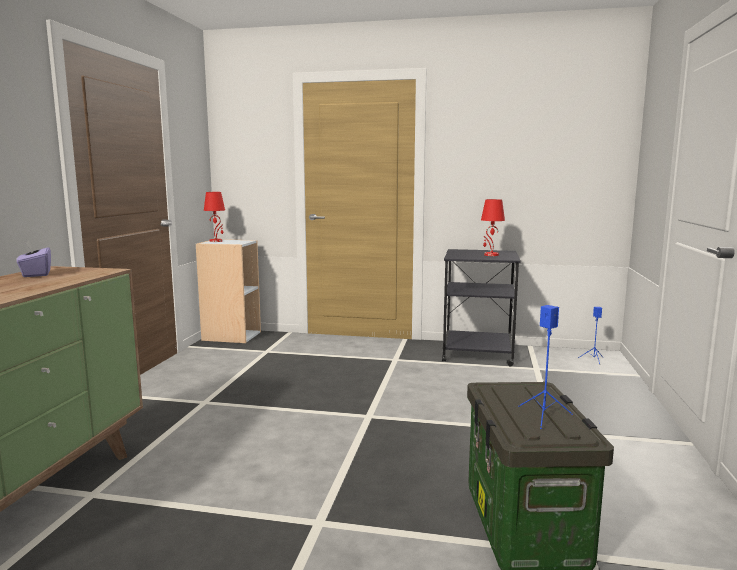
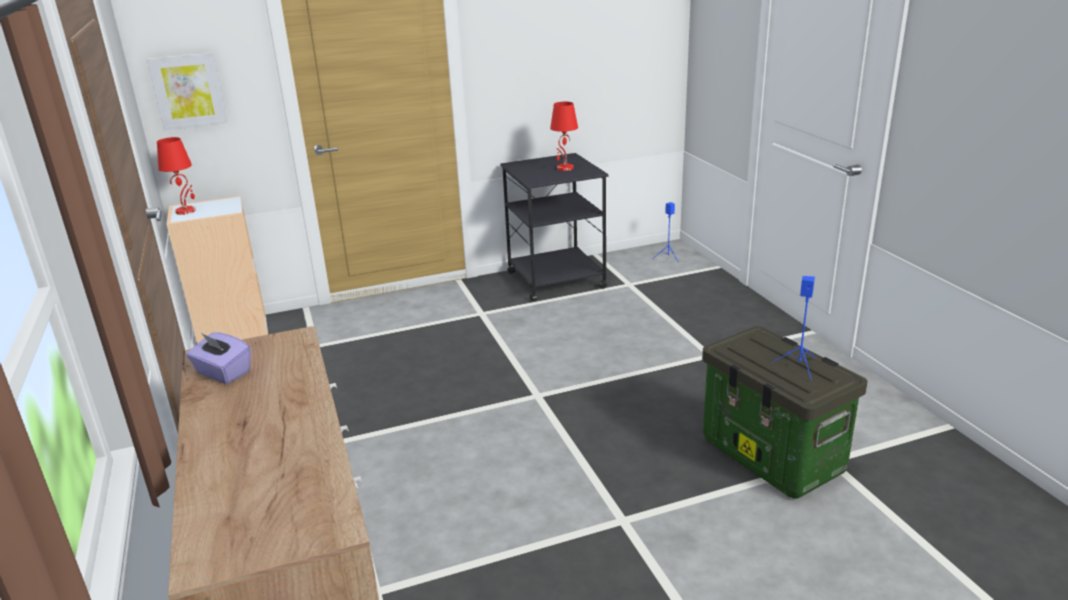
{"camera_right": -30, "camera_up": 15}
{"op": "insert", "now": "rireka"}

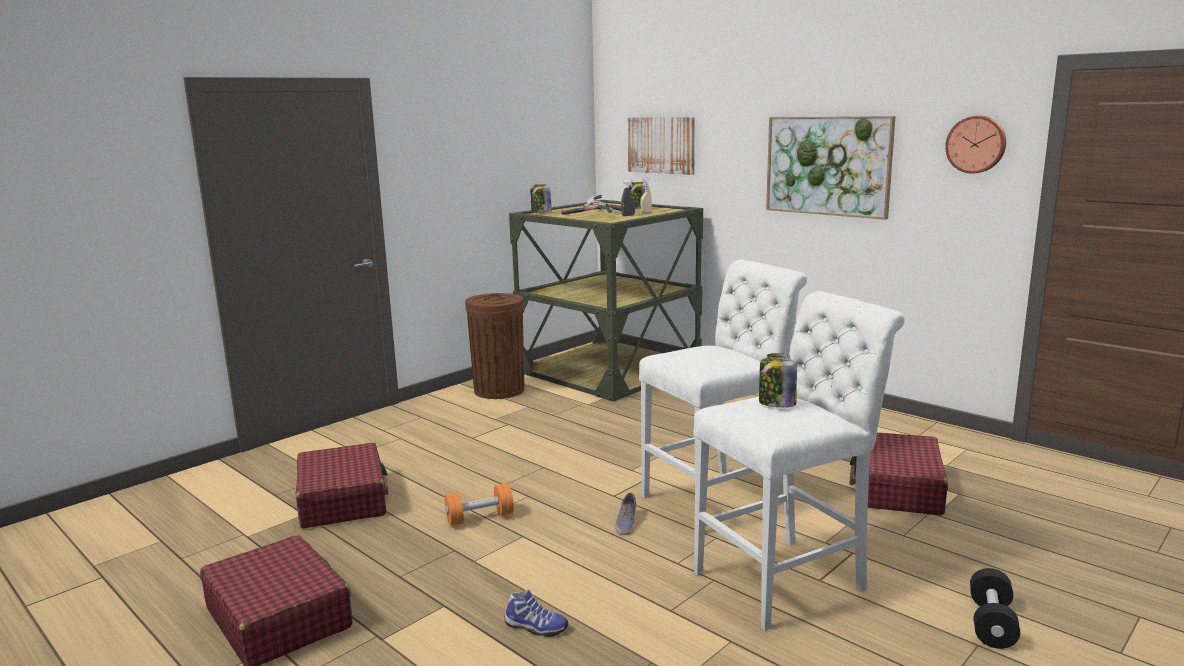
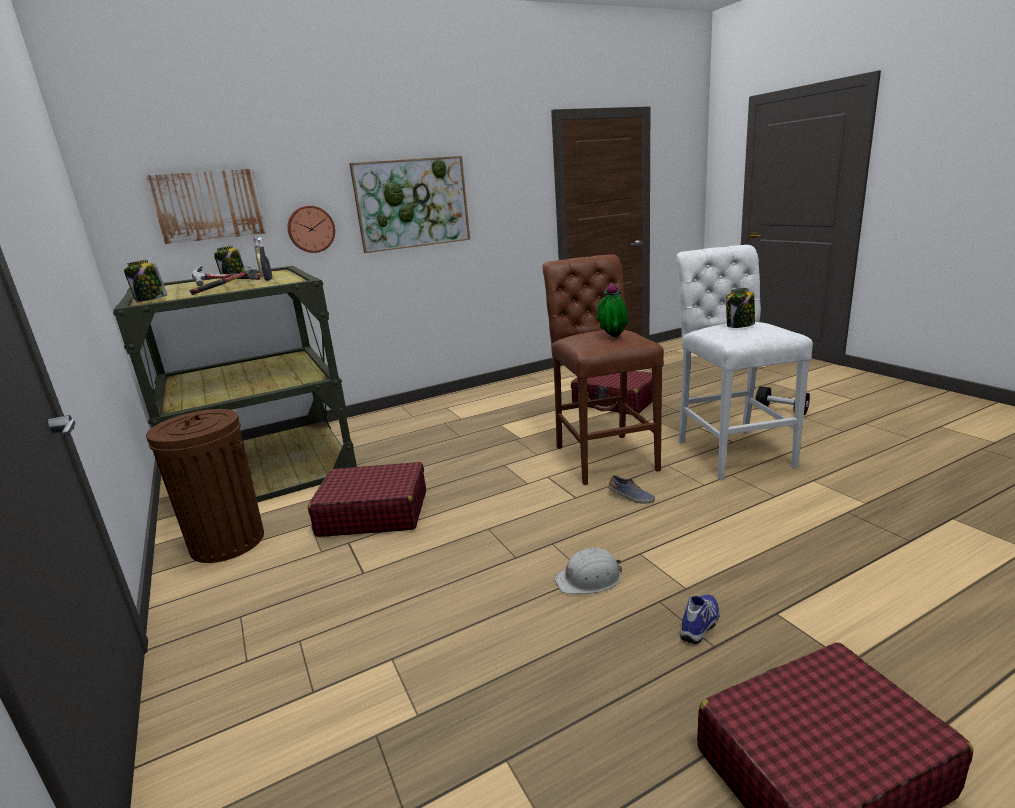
{"camera_right": -70, "camera_up": 5}
{"op": "move", "was": "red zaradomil (2nd from left in the first image)", "now": "red zaradomil (1st from left)"}
{"op": "replace", "was": "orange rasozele", "now": "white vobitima"}
{"op": "move", "was": "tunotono (1st from left in the first image)", "now": "tunotono (2nd from left)"}
{"op": "recolor", "was": "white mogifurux (1st from left)", "now": "brown mogifurux"}
{"op": "move", "was": "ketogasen"}
{"op": "insert", "now": "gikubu"}

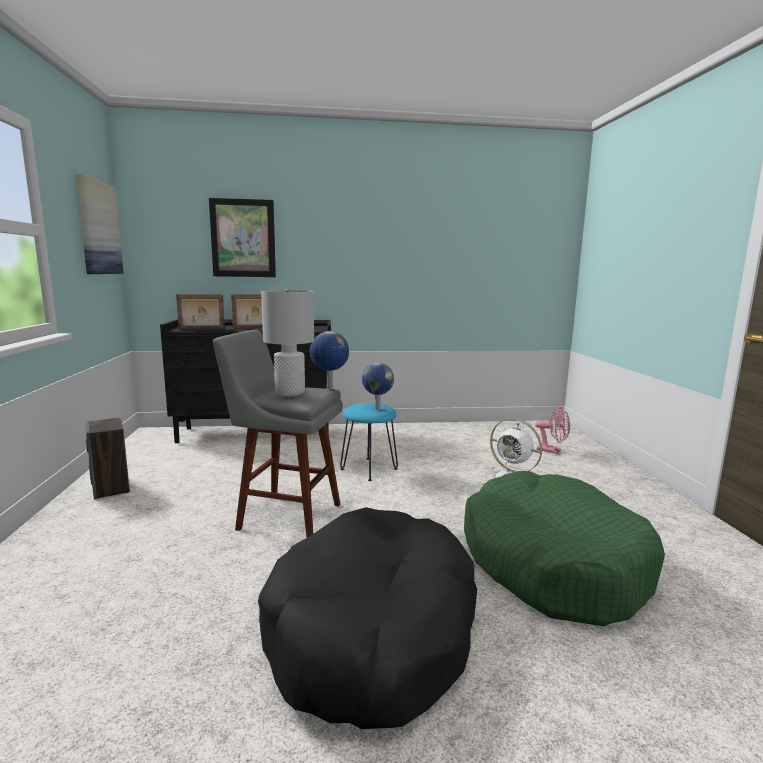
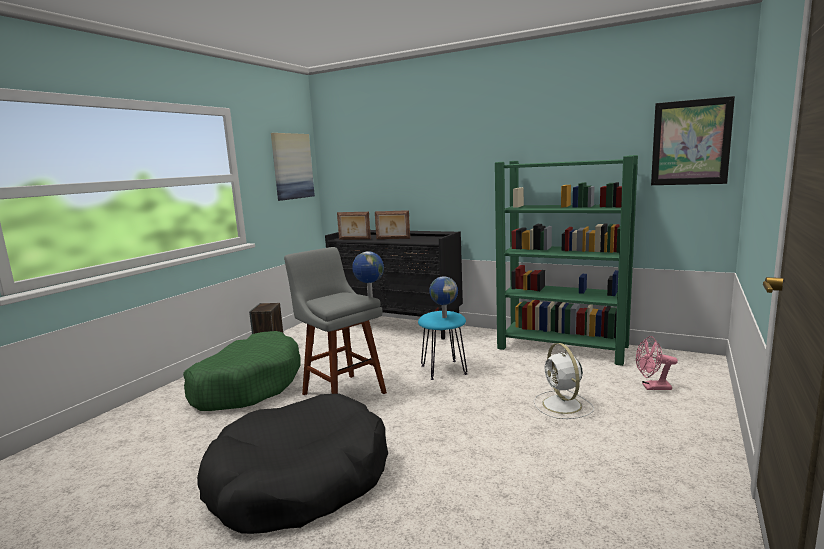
{"camera_right": 35, "camera_up": 0}
{"op": "move", "was": "rireka (2nd from left)"}
{"op": "delete", "was": "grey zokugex"}
{"op": "move", "was": "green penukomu"}
{"op": "rotate", "was": "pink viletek", "clockwise": 120}
{"op": "insert", "now": "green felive"}

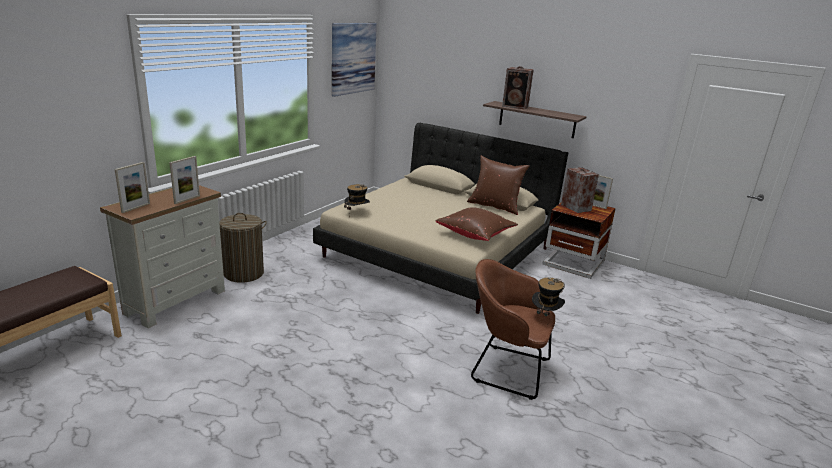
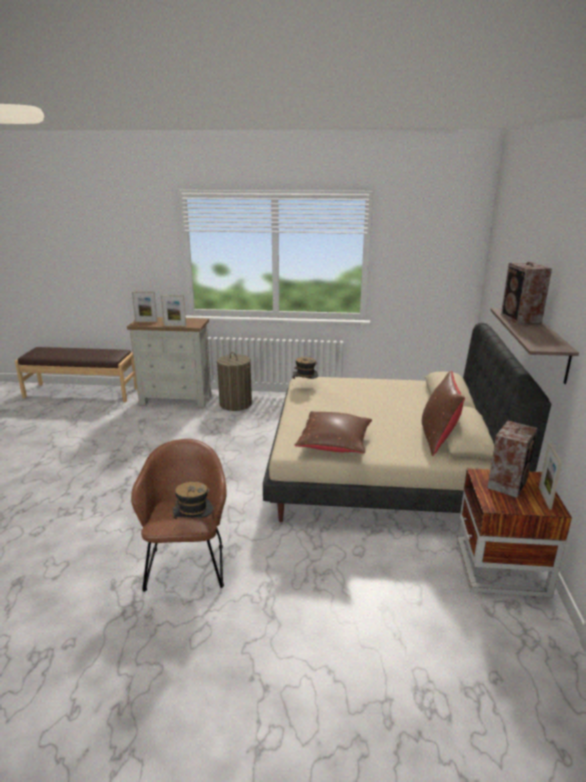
{"camera_right": 65, "camera_up": 0}
{"op": "delete", "was": "rireka"}

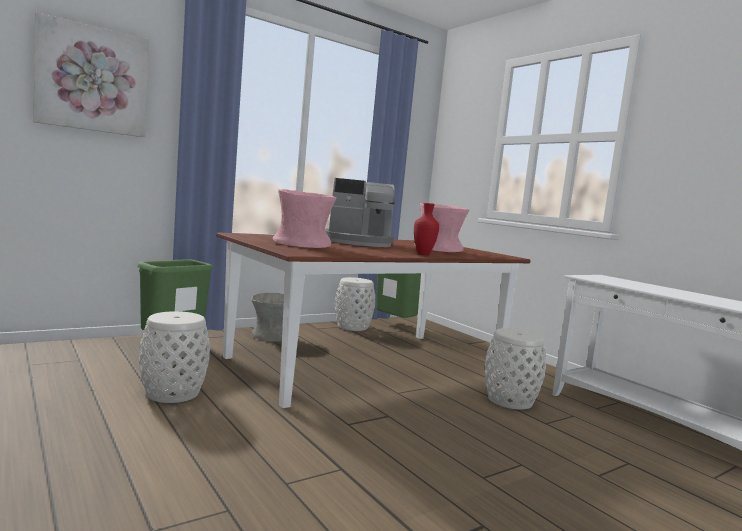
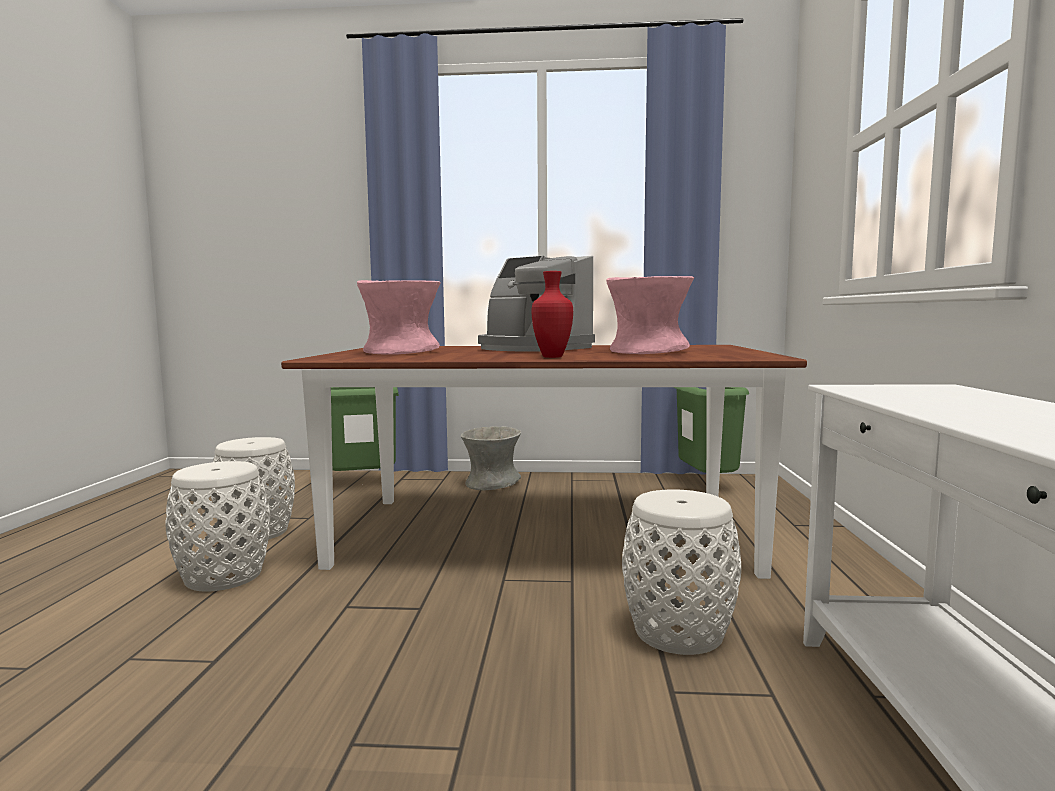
{"camera_right": 40, "camera_up": 0}
{"op": "delete", "was": "rireka"}
{"op": "move", "was": "white mogifurux (2nd from left in the first image)", "now": "white mogifurux (1st from left)"}

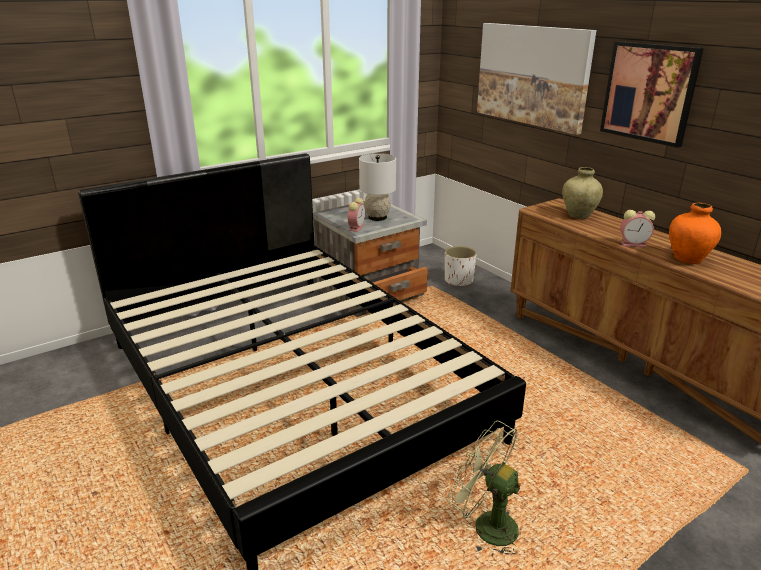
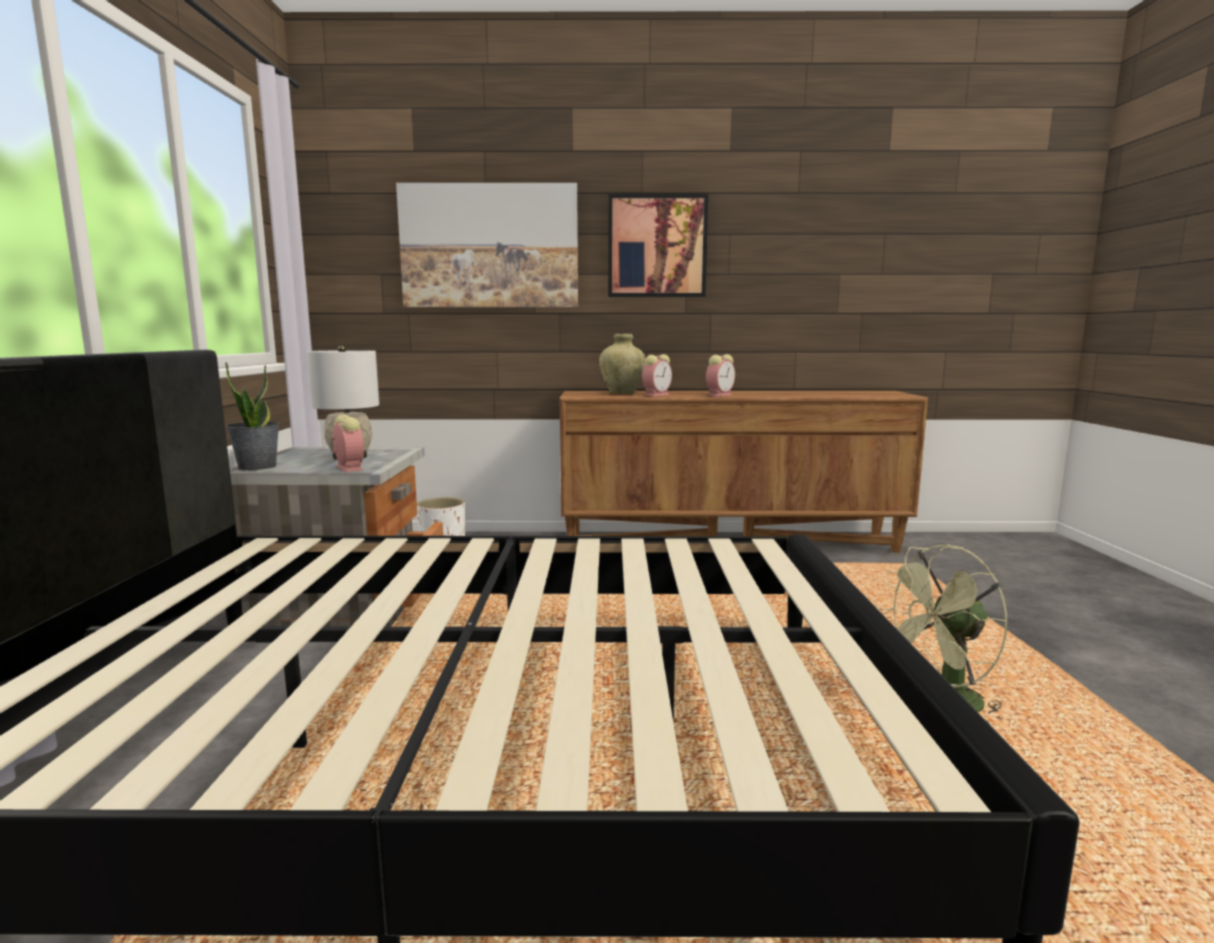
{"camera_right": -55, "camera_up": -15}
{"op": "delete", "was": "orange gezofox"}
{"op": "insert", "now": "gikubu"}
{"op": "insert", "now": "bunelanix (2nd from left)"}

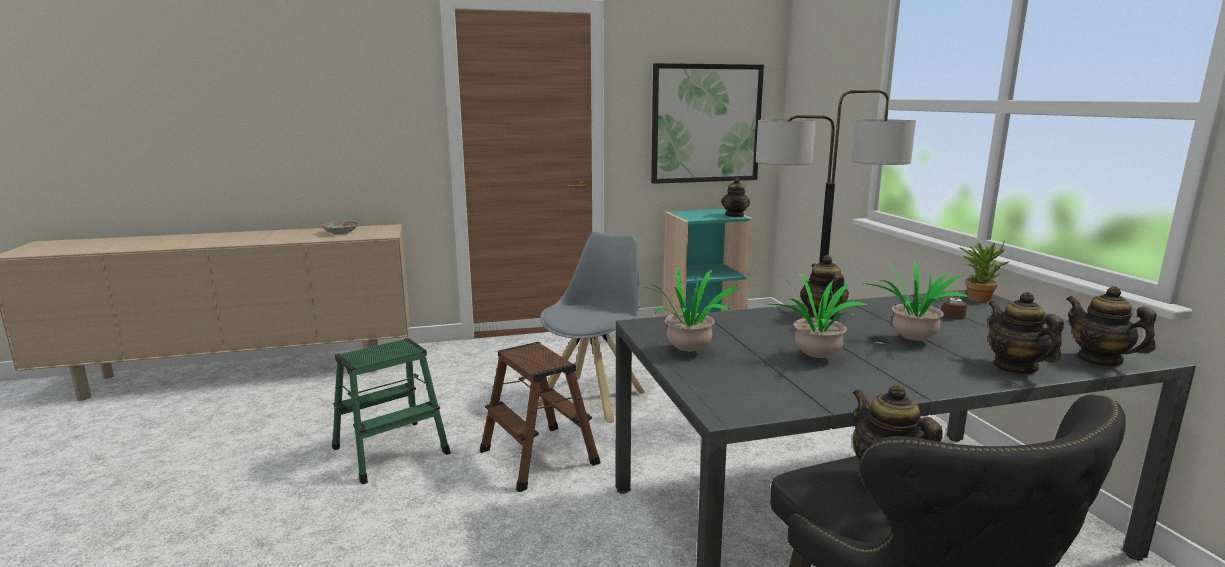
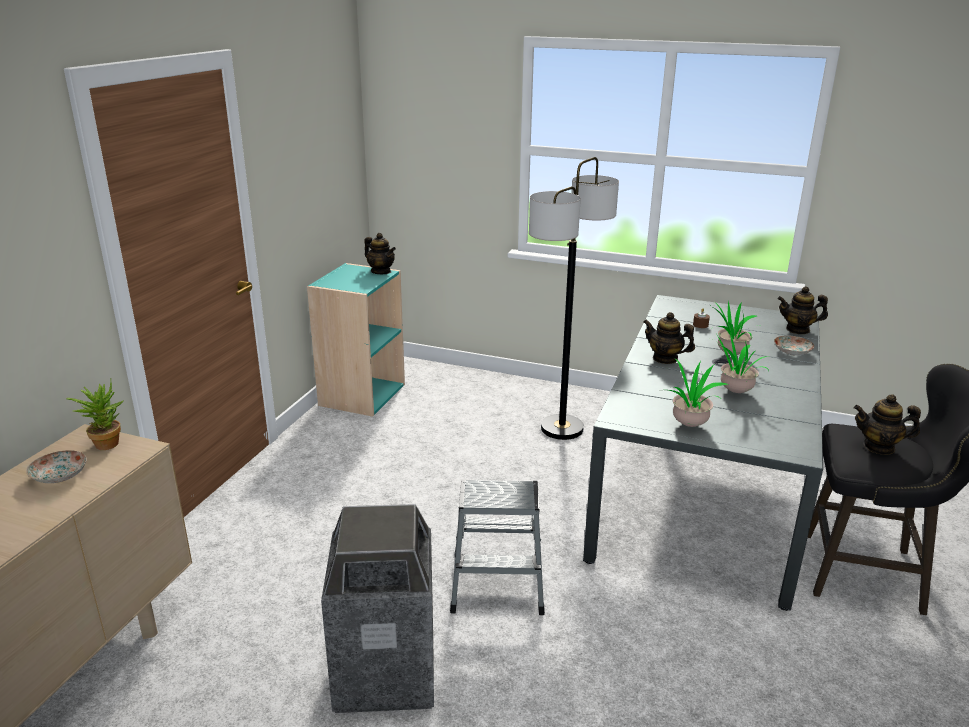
{"camera_right": -55, "camera_up": 10}
{"op": "replace", "was": "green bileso", "now": "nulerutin"}
{"op": "recolor", "was": "brown bileso", "now": "grey bileso"}
{"op": "delete", "was": "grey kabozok"}
{"op": "delete", "was": "rireka"}
{"op": "move", "was": "gikubu (4th from left in the first image)", "now": "gikubu (1st from left)"}
{"op": "replace", "was": "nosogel (4th from left)", "now": "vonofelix (2nd from left)"}

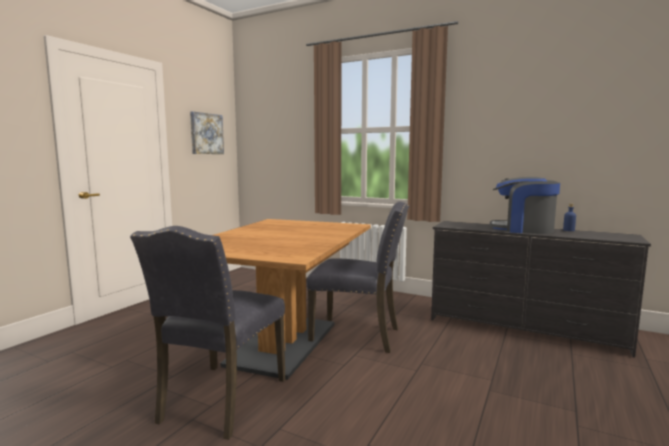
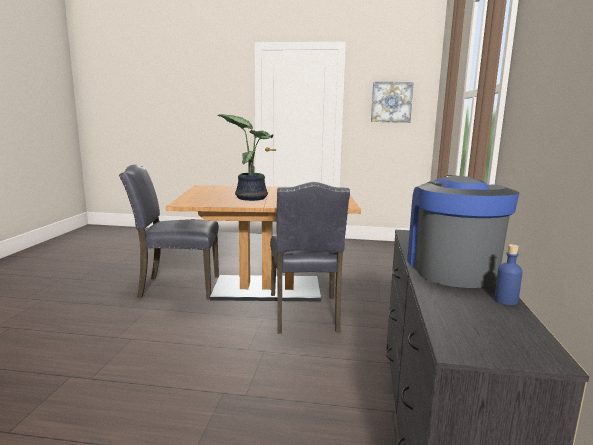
{"camera_right": 70, "camera_up": 5}
{"op": "insert", "now": "gikubu"}

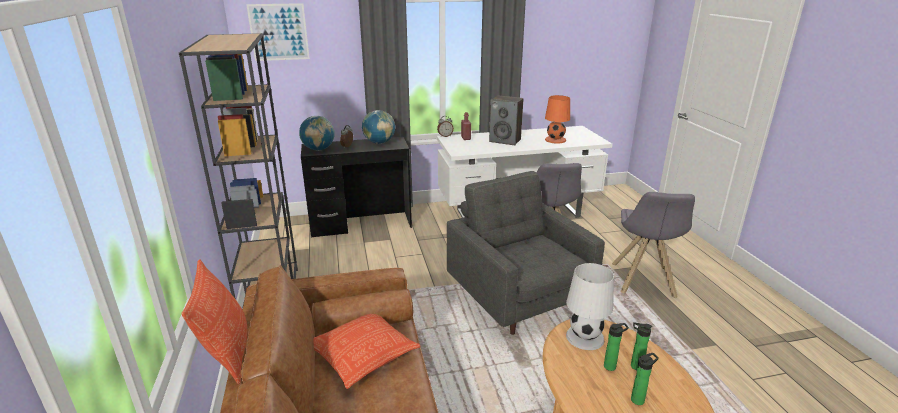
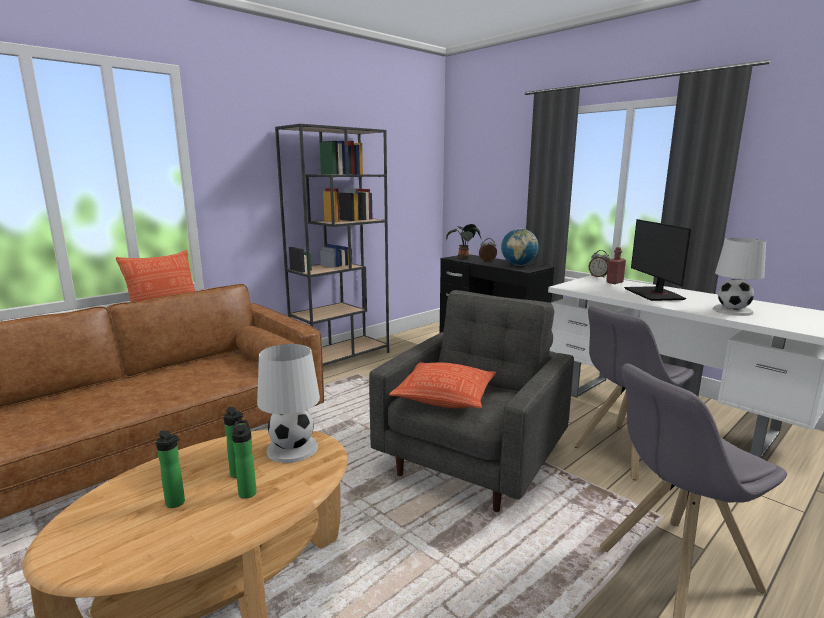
{"camera_right": 60, "camera_up": -10}
{"op": "delete", "was": "rireka"}
{"op": "replace", "was": "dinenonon (1st from left)", "now": "gikubu"}
{"op": "move", "was": "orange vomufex (2nd from left)"}
{"op": "replace", "was": "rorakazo", "now": "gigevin"}
{"op": "recolor", "was": "orange zokugex", "now": "white zokugex (2nd from left)"}

